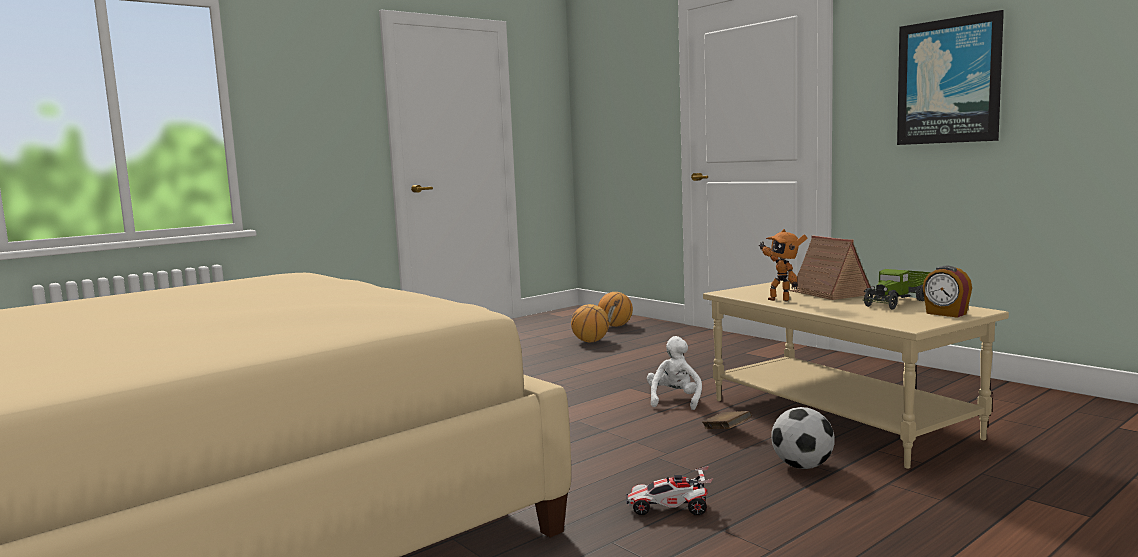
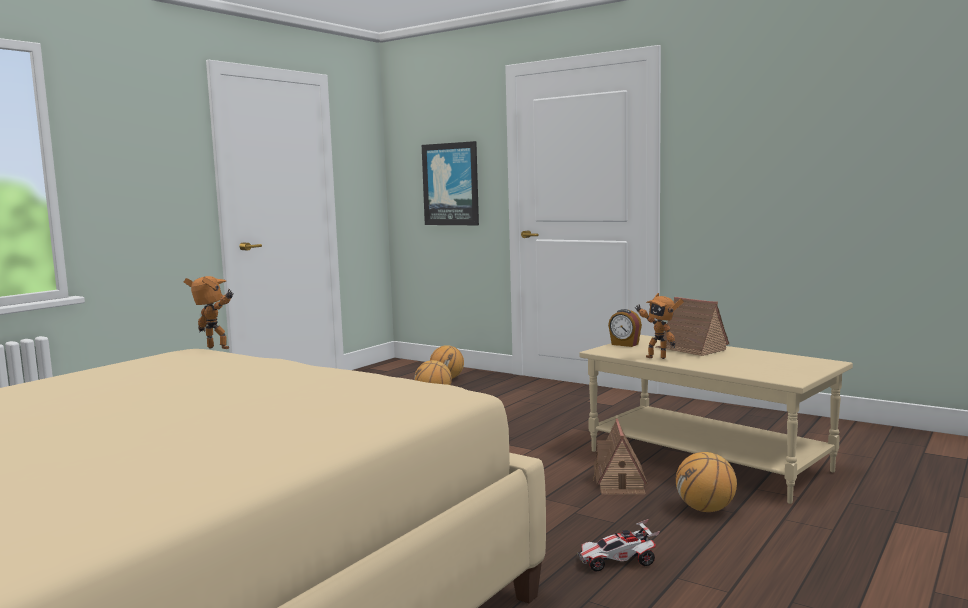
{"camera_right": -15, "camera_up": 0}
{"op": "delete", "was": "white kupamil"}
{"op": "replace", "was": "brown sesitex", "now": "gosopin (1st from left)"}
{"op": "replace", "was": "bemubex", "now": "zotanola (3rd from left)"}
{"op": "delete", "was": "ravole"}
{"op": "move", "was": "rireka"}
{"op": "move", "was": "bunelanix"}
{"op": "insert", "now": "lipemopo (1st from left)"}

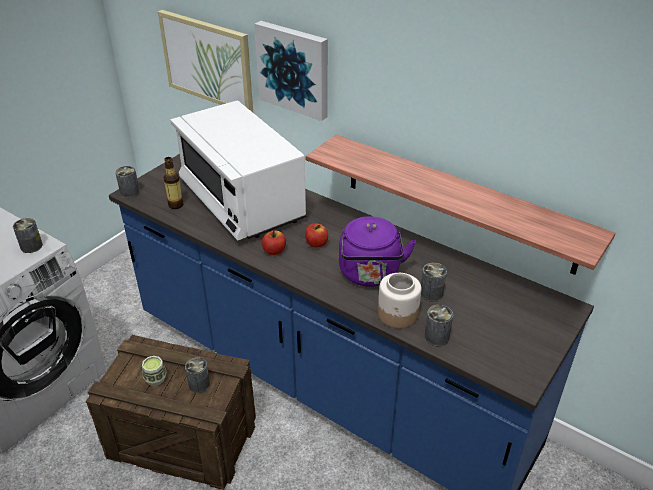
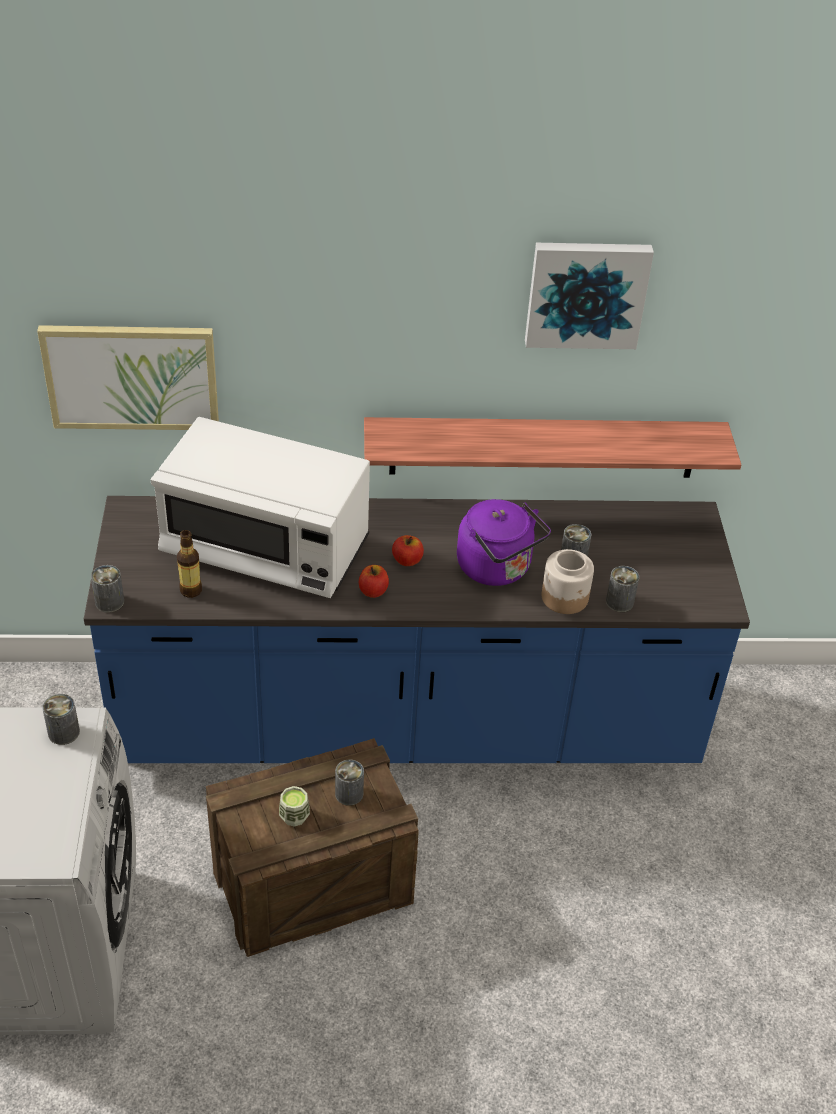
{"camera_right": -40, "camera_up": 5}
{"op": "move", "was": "rireka (2nd from left)"}

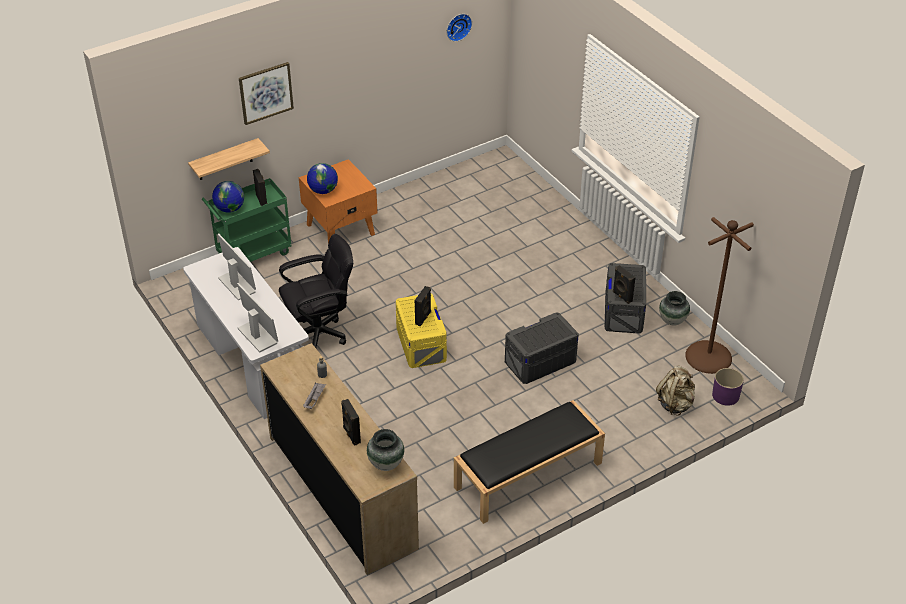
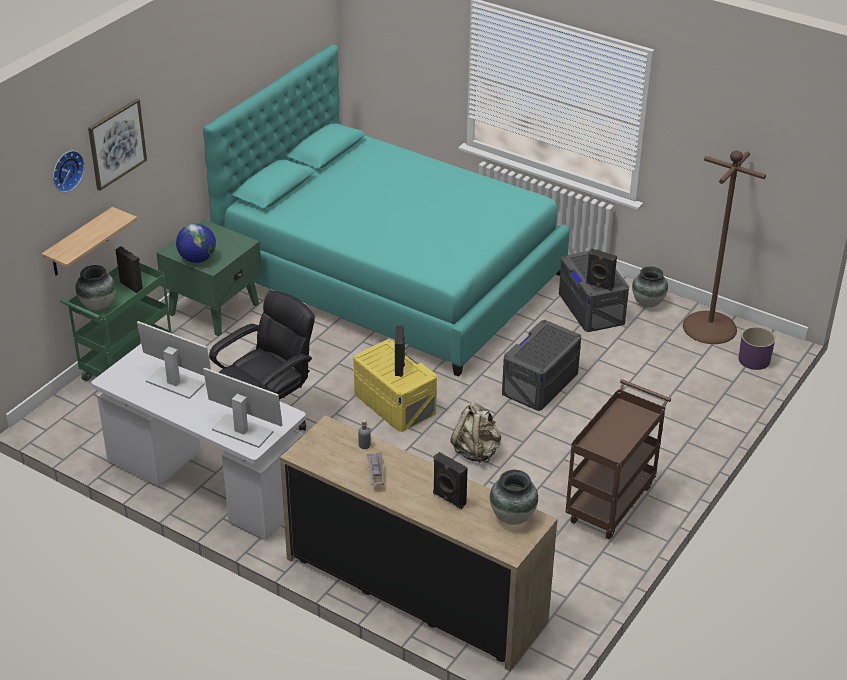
{"camera_right": -25, "camera_up": -5}
{"op": "replace", "was": "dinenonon (1st from left)", "now": "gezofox (1st from left)"}
{"op": "recolor", "was": "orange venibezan", "now": "green venibezan"}
{"op": "move", "was": "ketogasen"}
{"op": "replace", "was": "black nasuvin", "now": "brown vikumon"}
{"op": "move", "was": "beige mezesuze"}
{"op": "insert", "now": "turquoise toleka"}

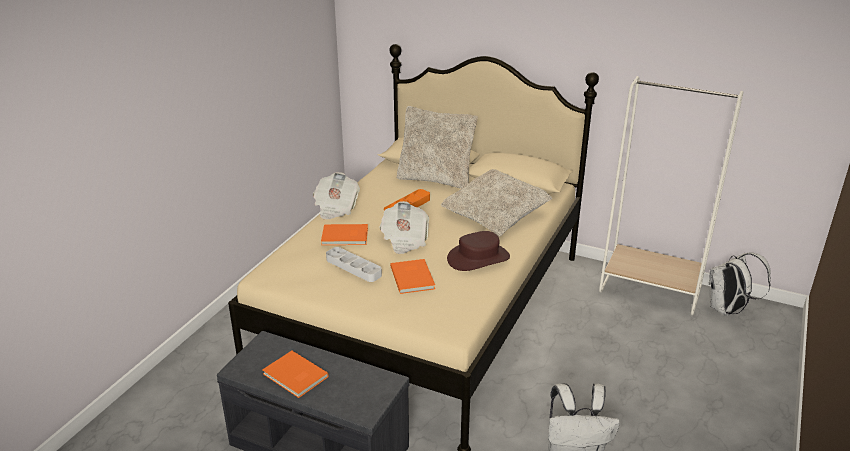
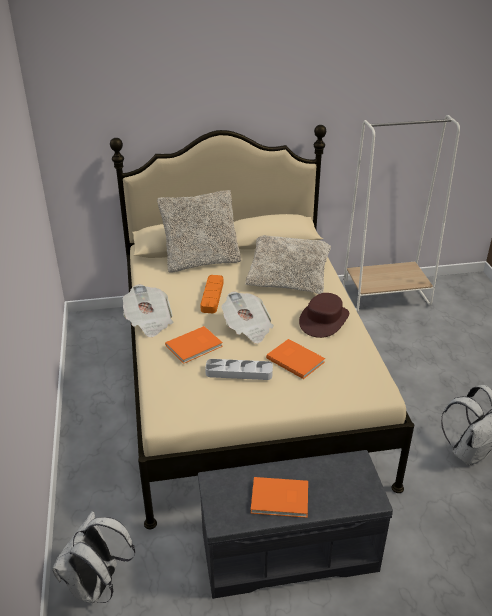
{"camera_right": -35, "camera_up": 5}
{"op": "move", "was": "white mezesuze (2nd from left in the first image)", "now": "white mezesuze (1st from left)"}

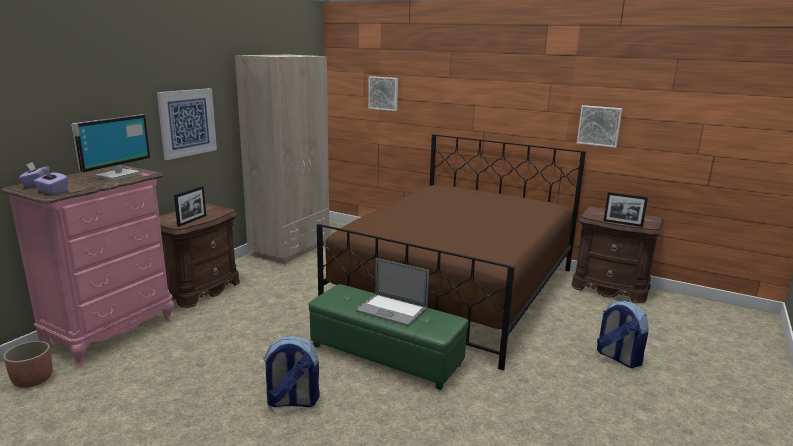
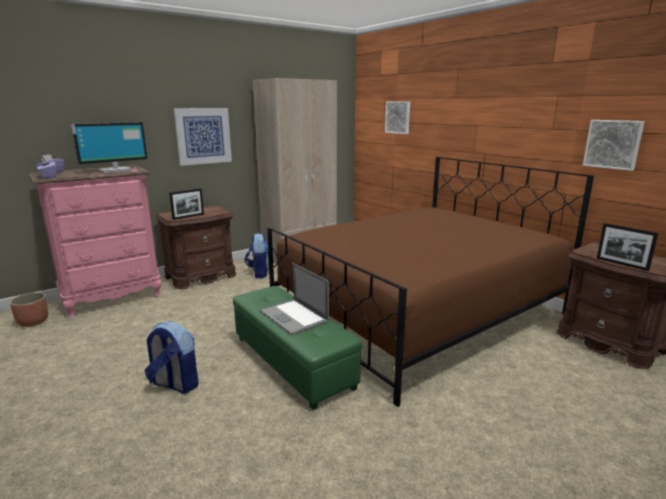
{"camera_right": 25, "camera_up": 0}
{"op": "move", "was": "mezesuze (2nd from left)"}

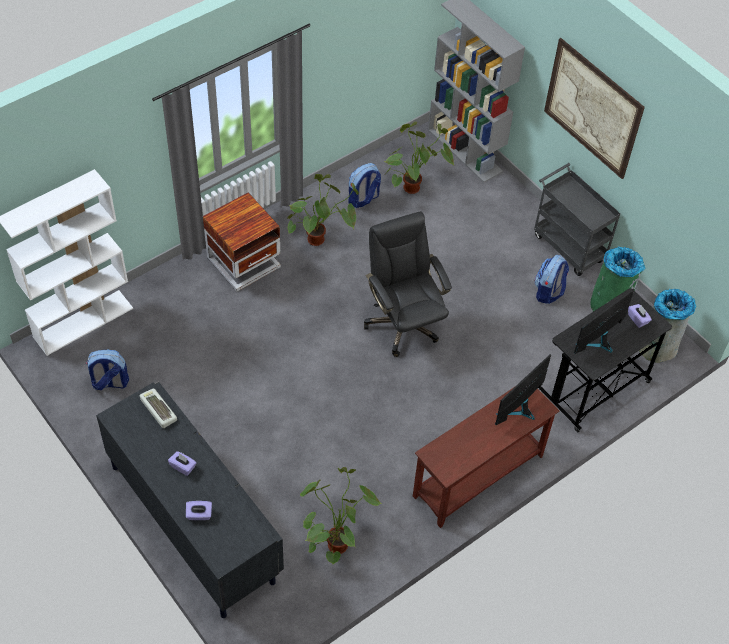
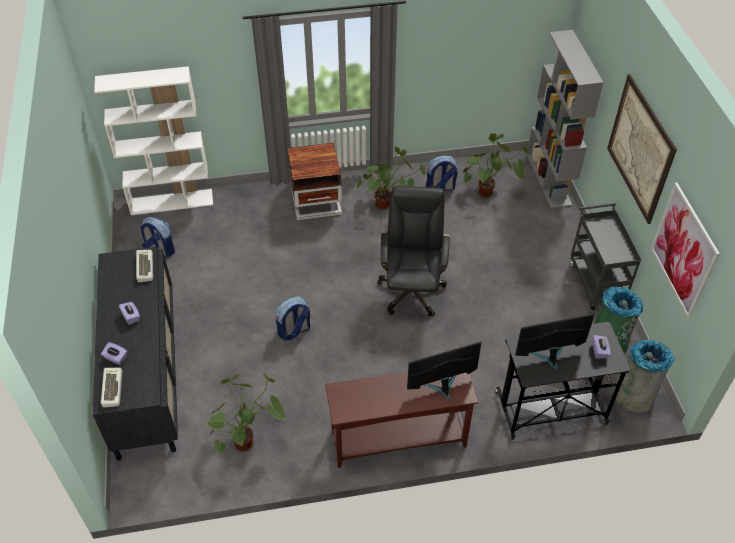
{"camera_right": 30, "camera_up": -5}
{"op": "move", "was": "mezesuze (3rd from left in the first image)", "now": "mezesuze (2nd from left)"}
{"op": "insert", "now": "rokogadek (1st from left)"}
{"op": "insert", "now": "rireka (2nd from left)"}

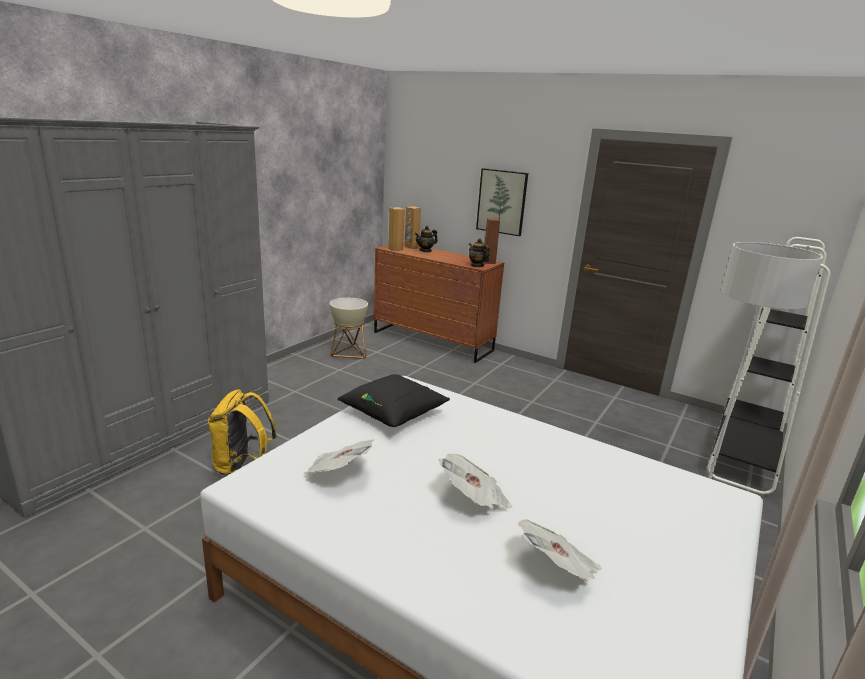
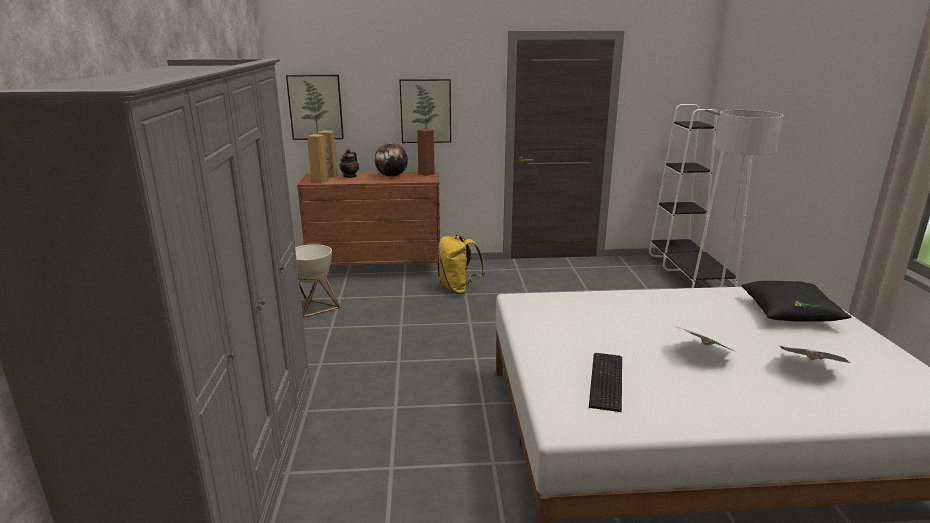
{"camera_right": -35, "camera_up": 0}
{"op": "move", "was": "yellow mezesuze"}
{"op": "replace", "was": "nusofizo (1st from left)", "now": "rokogadek"}
{"op": "move", "was": "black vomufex"}
{"op": "delete", "was": "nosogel (2nd from left)"}
{"op": "insert", "now": "rireka (1st from left)"}
{"op": "insert", "now": "dinenonon"}

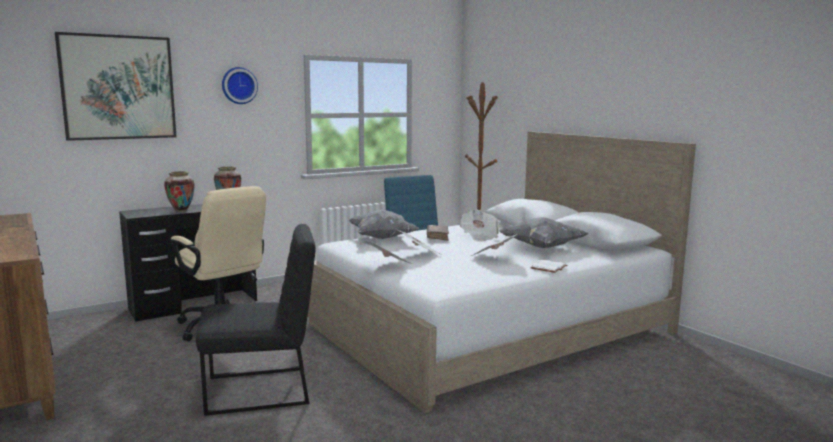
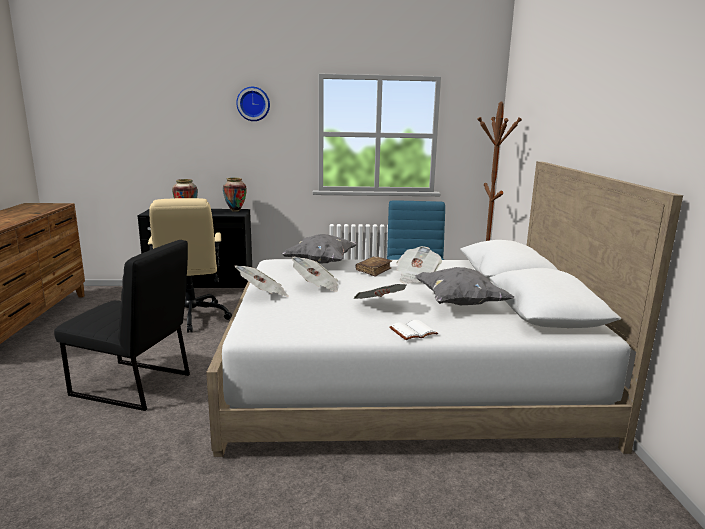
{"camera_right": 30, "camera_up": 5}
{"op": "delete", "was": "rireka"}

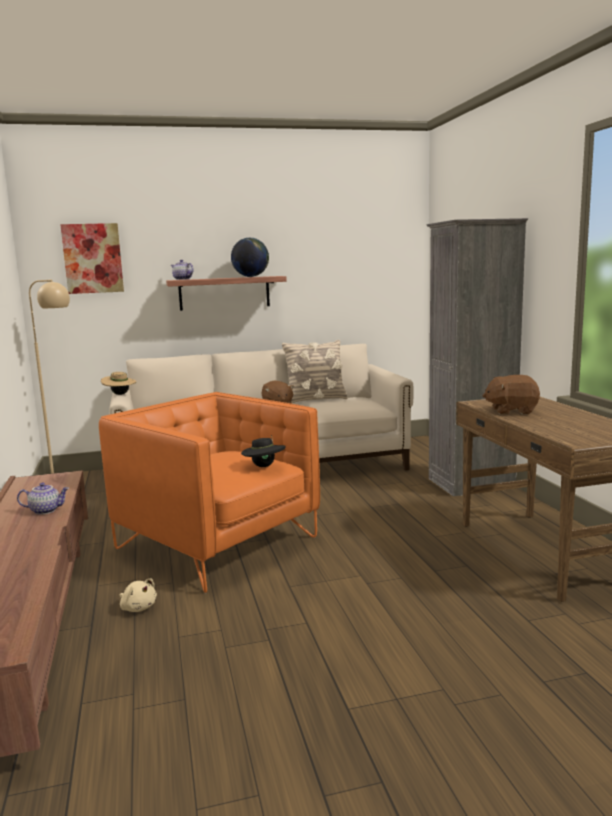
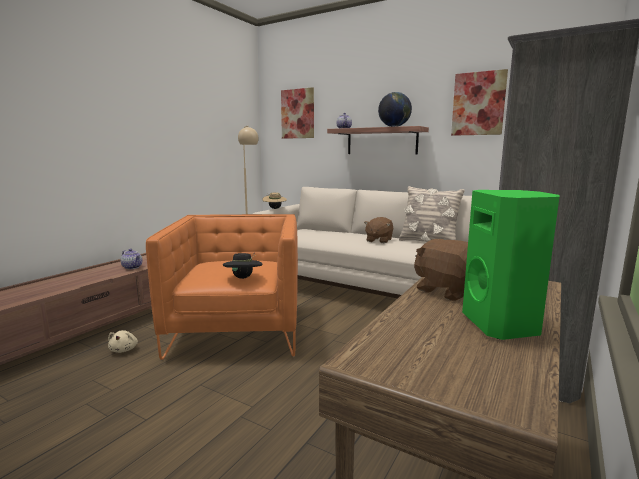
{"camera_right": 45, "camera_up": 0}
{"op": "insert", "now": "rireka (2nd from left)"}
{"op": "insert", "now": "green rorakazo"}

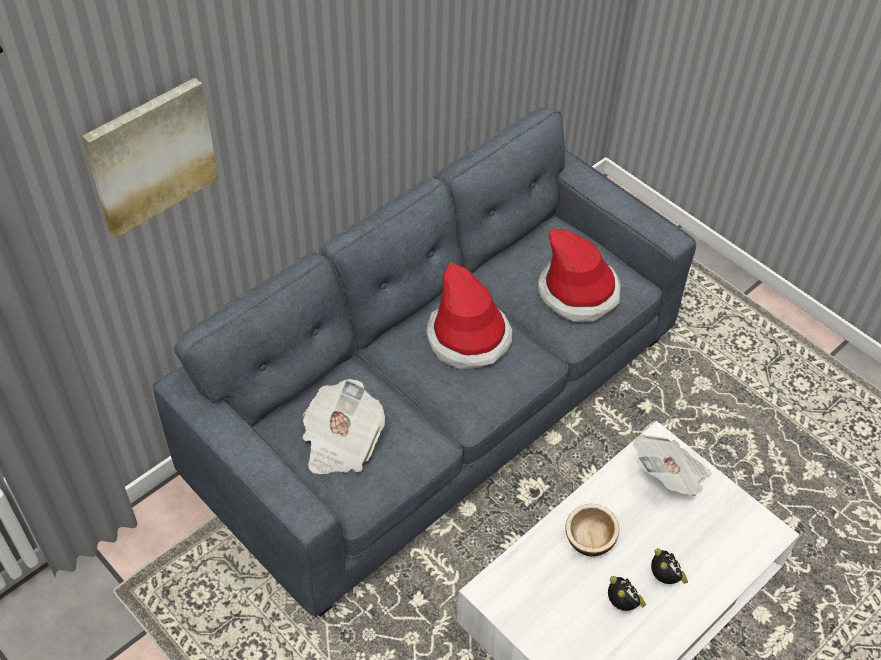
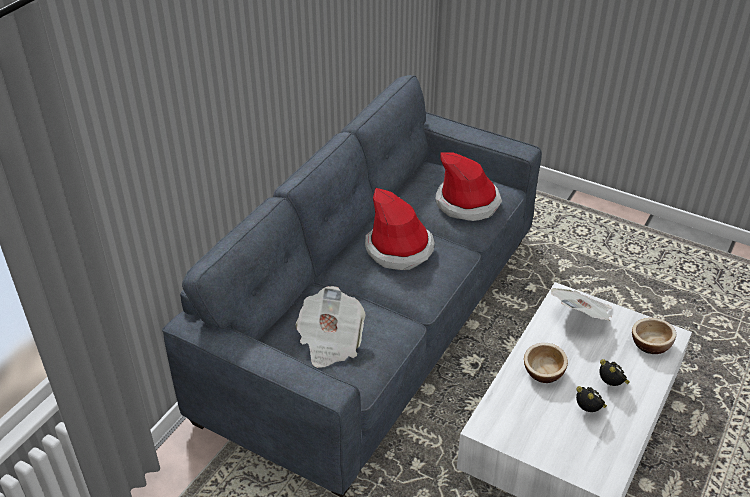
{"camera_right": -15, "camera_up": -10}
{"op": "delete", "was": "rireka"}
{"op": "insert", "now": "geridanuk (2nd from left)"}

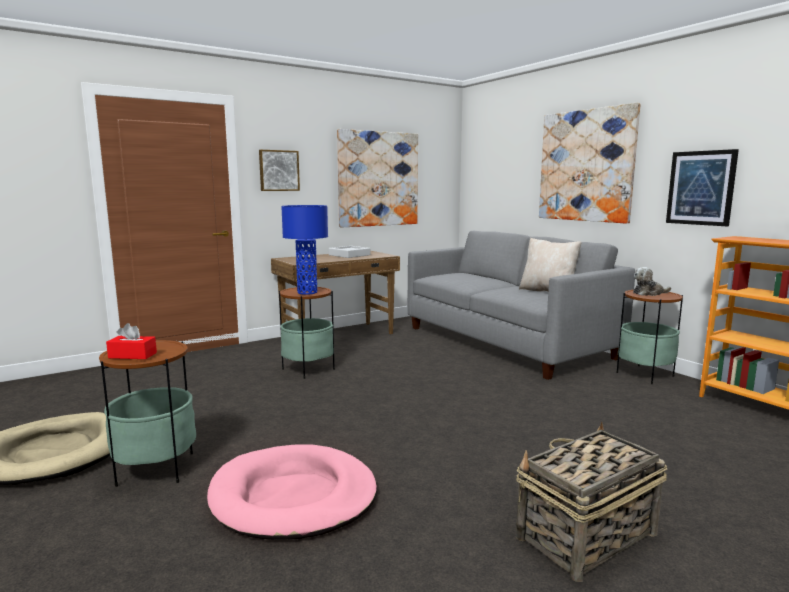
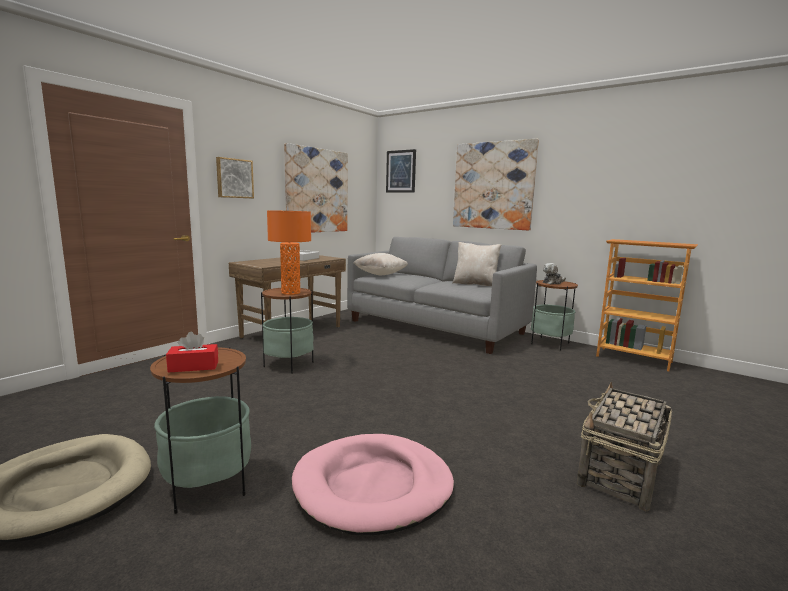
{"camera_right": -20, "camera_up": 0}
{"op": "recolor", "was": "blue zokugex", "now": "orange zokugex"}
{"op": "move", "was": "rireka (4th from left in the first image)", "now": "rireka (3rd from left)"}
{"op": "insert", "now": "beige vomufex (1st from left)"}

